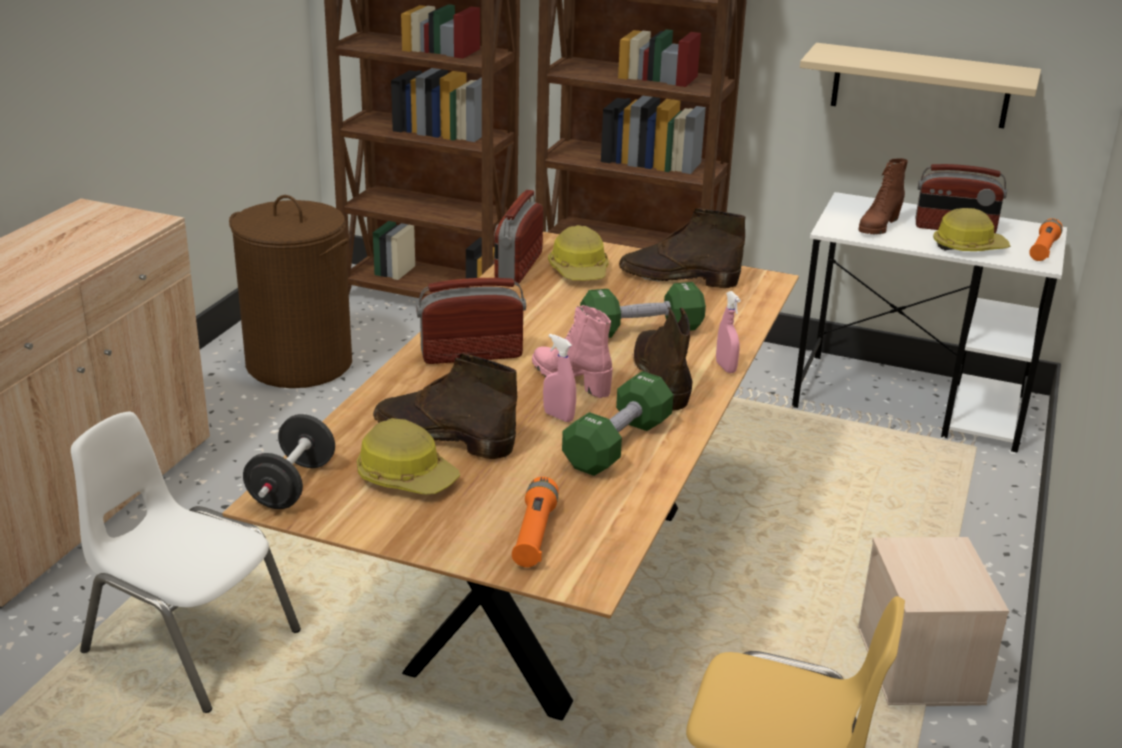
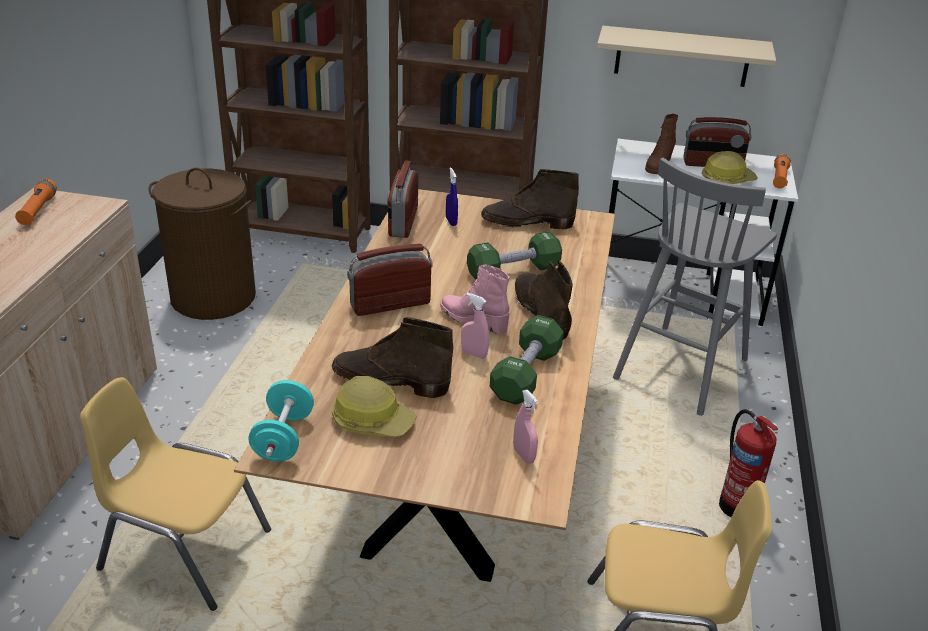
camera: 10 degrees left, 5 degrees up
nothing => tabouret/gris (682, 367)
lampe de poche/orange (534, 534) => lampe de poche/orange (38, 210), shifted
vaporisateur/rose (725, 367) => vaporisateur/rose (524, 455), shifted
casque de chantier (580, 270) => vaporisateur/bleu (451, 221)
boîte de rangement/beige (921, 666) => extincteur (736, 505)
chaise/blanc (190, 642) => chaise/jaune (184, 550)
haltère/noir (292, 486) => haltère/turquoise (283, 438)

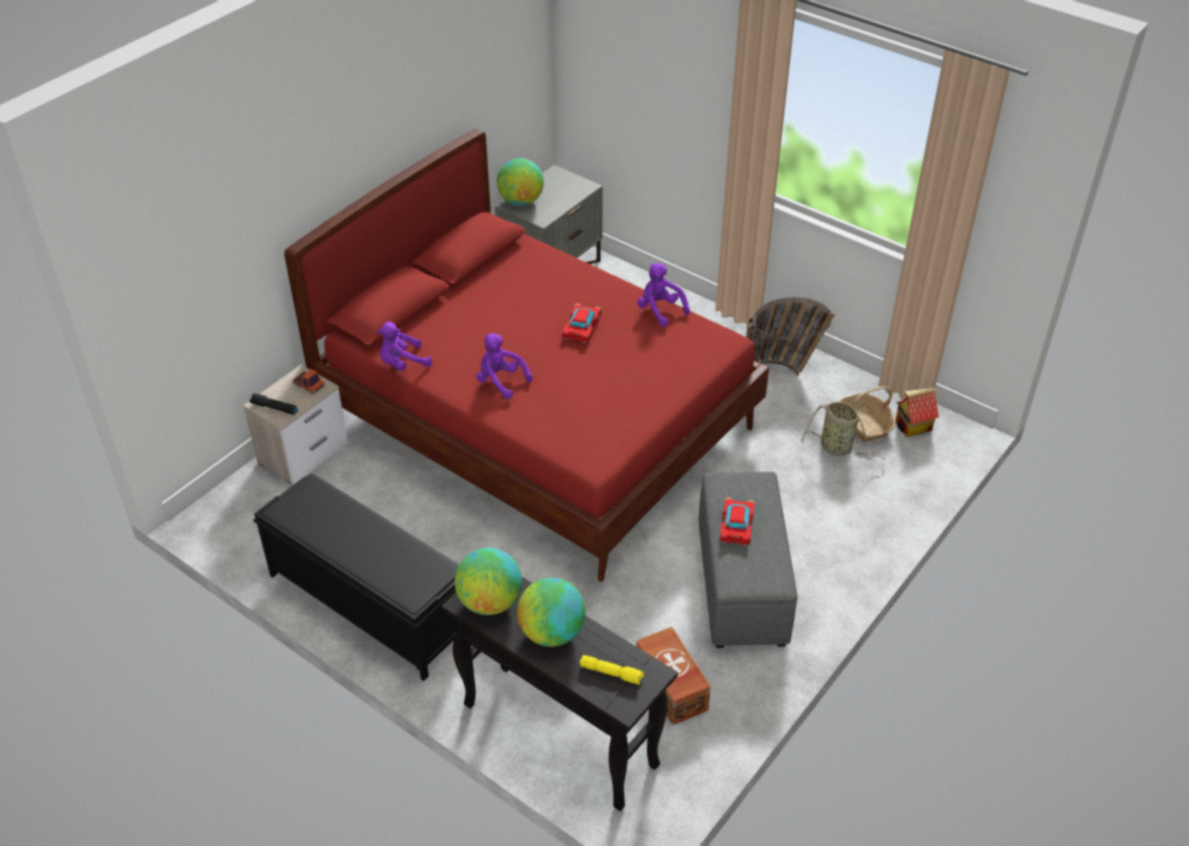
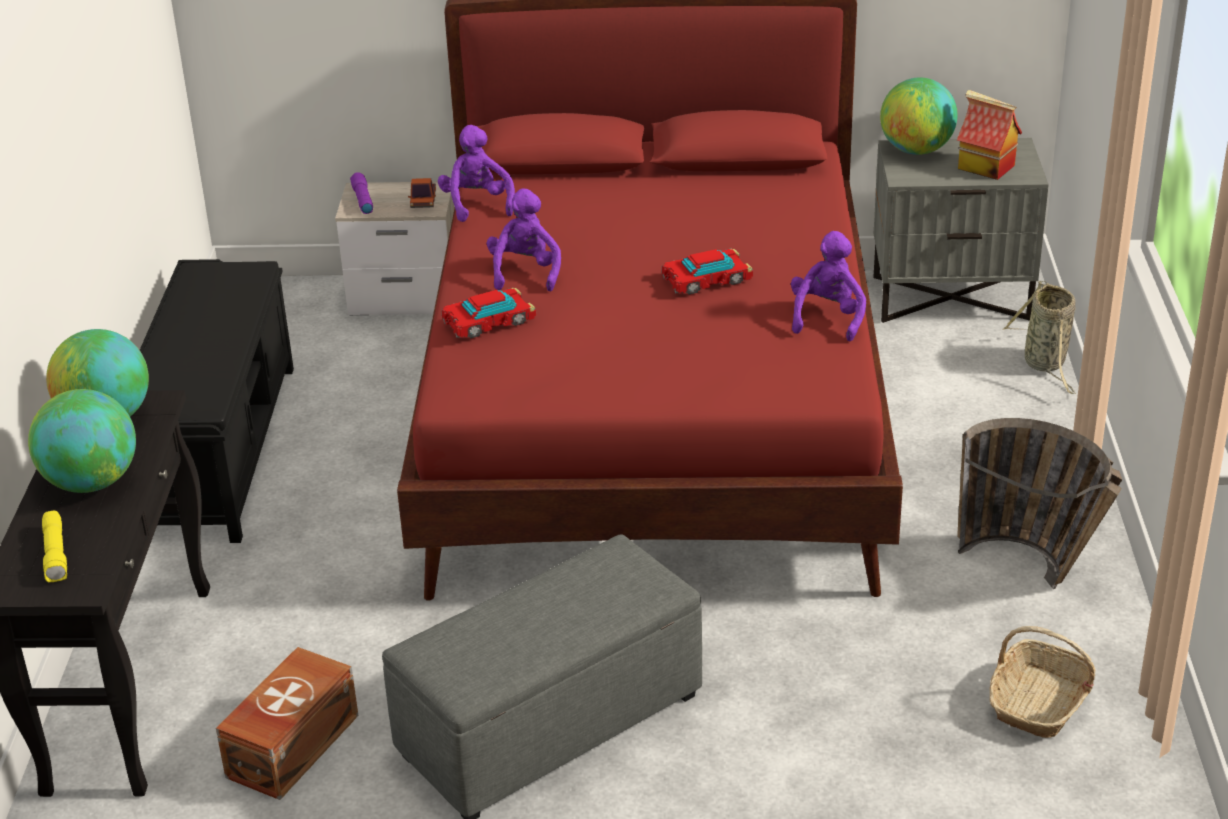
camera: 55 degrees right, 10 degrees down
petite voiture (736, 525) => petite voiture (488, 321), shifted
panier (838, 449) => panier (1045, 364), shifted
maison miniature (913, 426) => maison miniature (985, 167), shifted
lampe de poche/noir (274, 408) => lampe de poche/violet (362, 200)
peluche/violet (402, 364) => peluche/violet (477, 204), 45 degrees clockwise

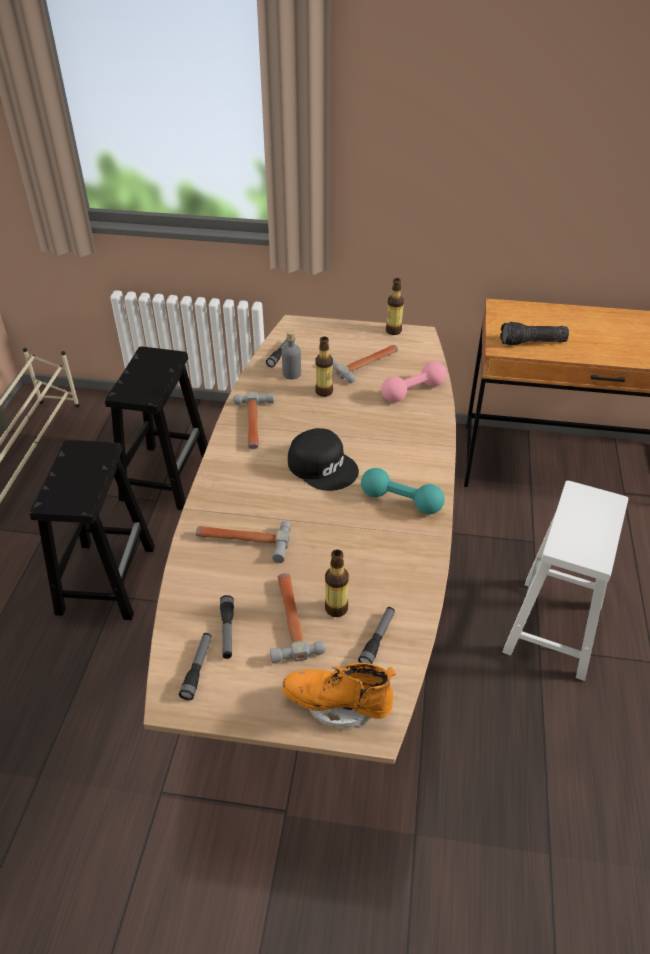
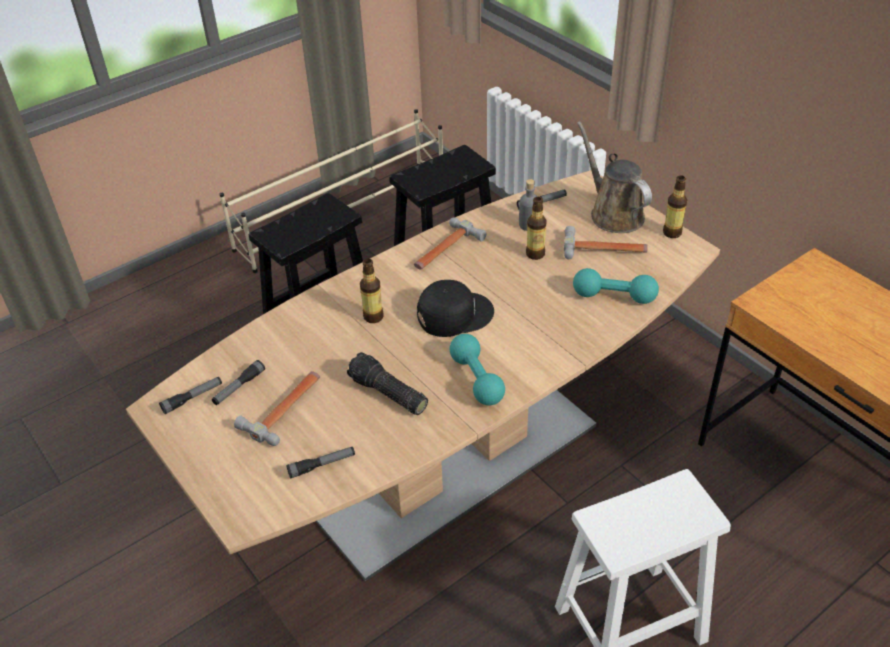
camera: 45 degrees right, 0 degrees up
marteau (242, 541) => nothing
botte/orange (337, 704) => nothing
nothing => arrosoir/marron (613, 213)
bouteille (336, 608) => bouteille (373, 317), shifted
lampe de poche (532, 343) => lampe de poche (387, 394), shifted
haltère/rose (413, 391) => haltère/turquoise (614, 296)
casquette/noir (323, 466) => casquette/noir (454, 314), 105 degrees counterclockwise

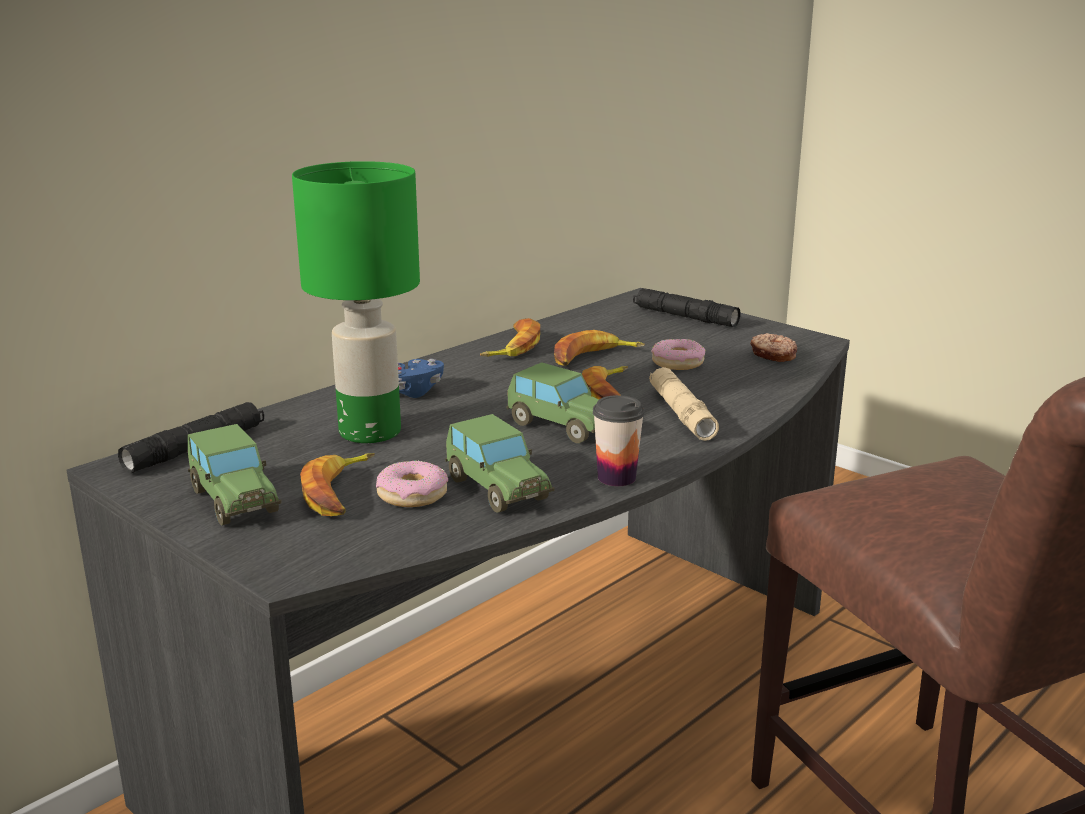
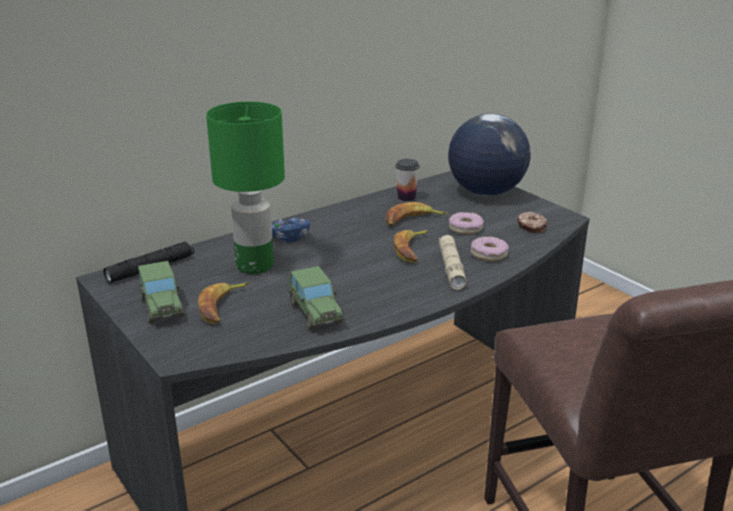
camera: 10 degrees right, 5 degrees up
banane (513, 347) => nothing
petite voiture (561, 426) => nothing
beignet (412, 494) => beignet (488, 254), shifted
tasse (616, 478) => tasse (406, 197), shifted
lampe de poche/noir (685, 317) => globe (486, 192)

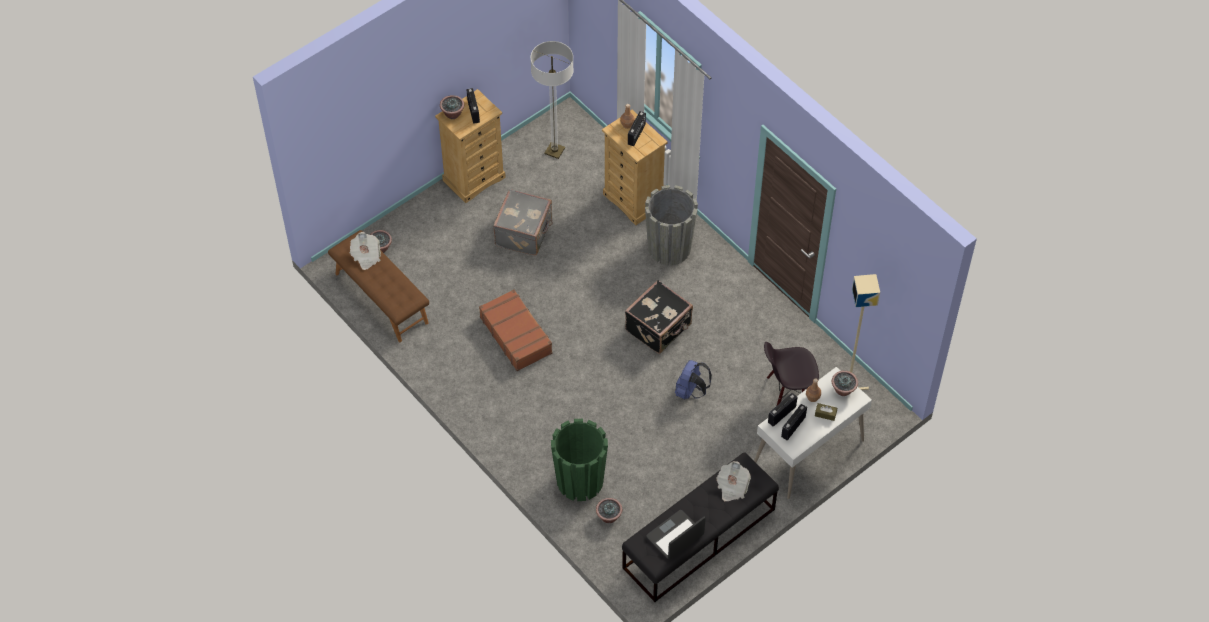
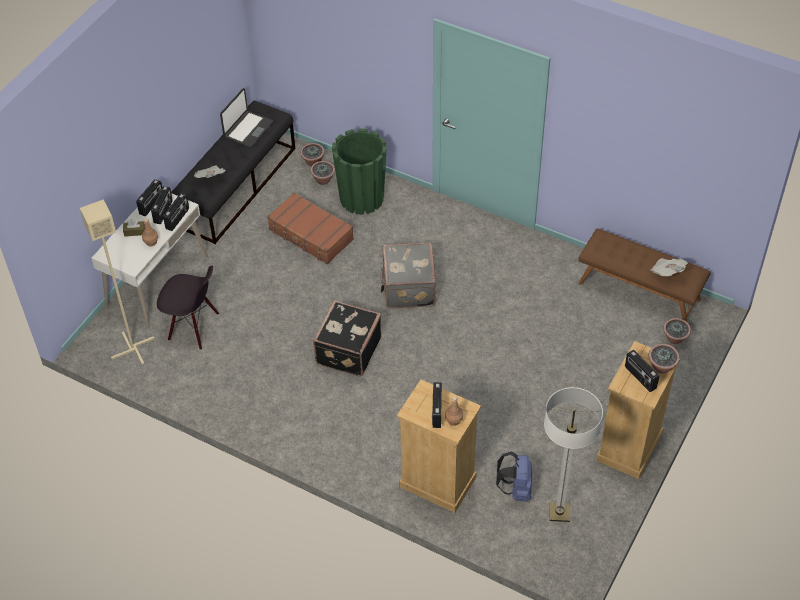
camera: 160 degrees right, 5 degrees down
cache-pot/gris (669, 247) => nothing
nothing => radio (152, 204)
valise/marron (516, 335) => valise/marron (311, 235), shifted
valise/gris (524, 233) => valise/gris (407, 288), shifted
sac à dos/bleu (691, 391) => sac à dos/bleu (516, 489), shifted
plante en pot (843, 390) => plante en pot (313, 162), shifted
chaise/noir (787, 394) => chaise/noir (193, 327), 45 degrees clockwise

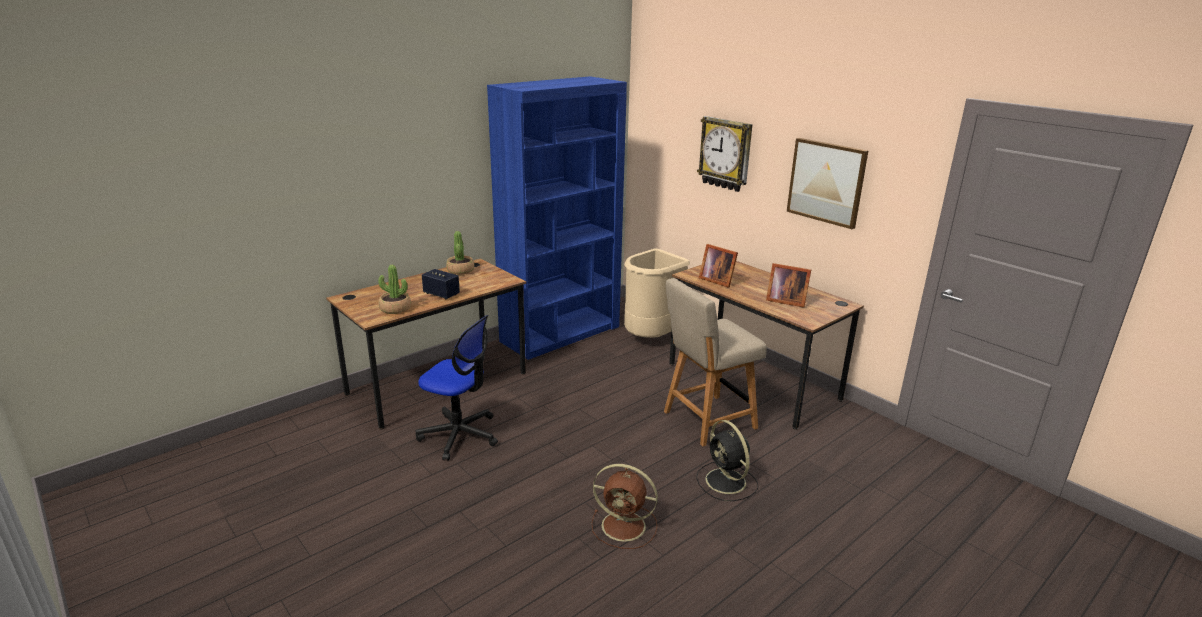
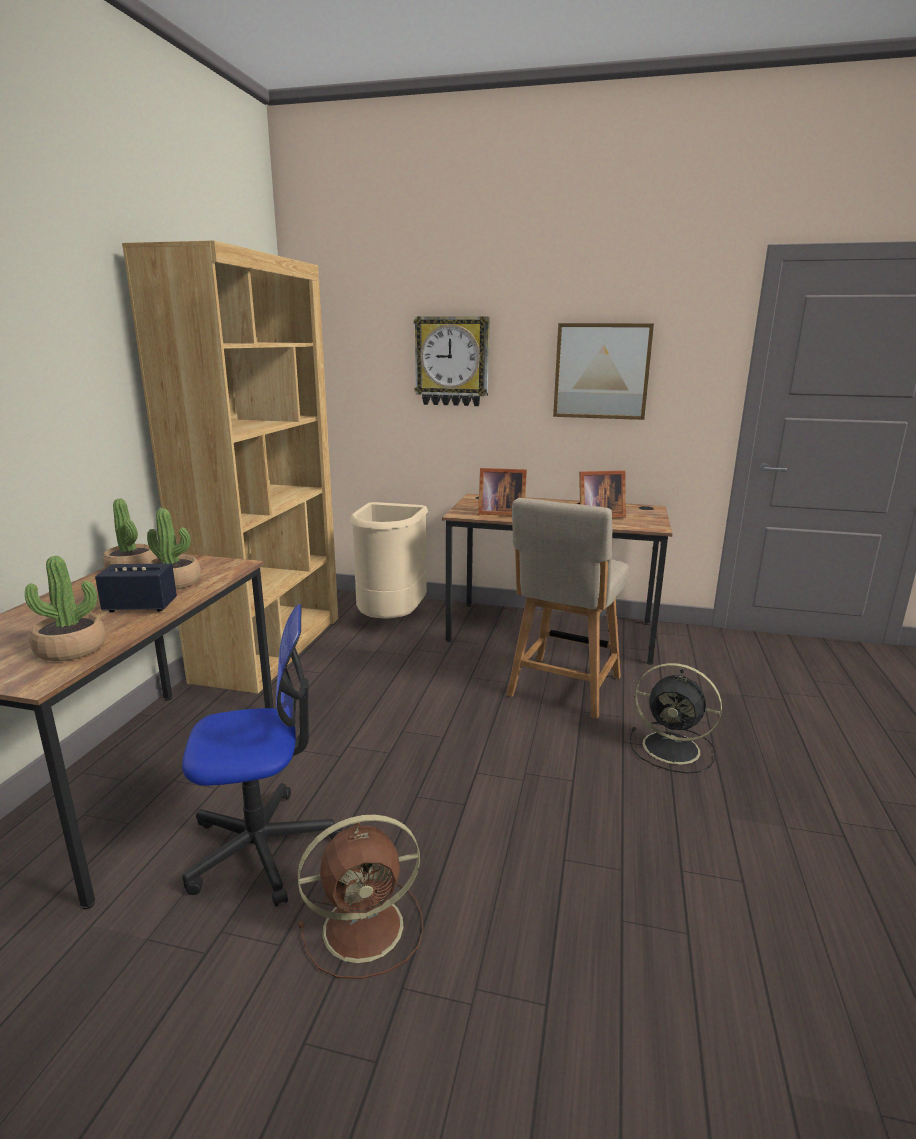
camera: 35 degrees left, 5 degrees down
nothing => plante en pot (175, 582)
ventilateur/marron (625, 526) => ventilateur/marron (367, 926), shifted
bibliothèque/bleu (561, 334) => bibliothèque/marron (270, 647)

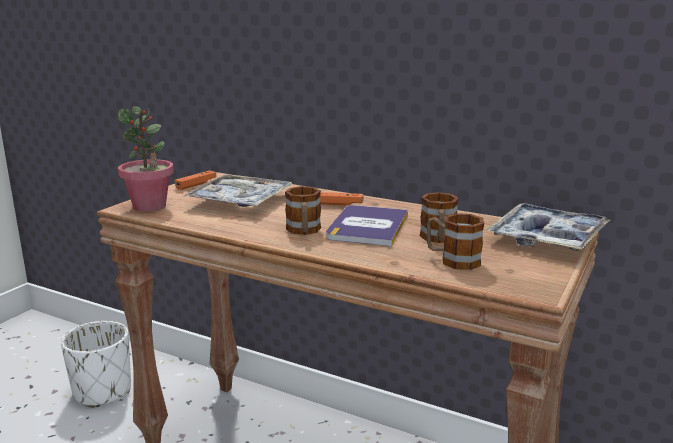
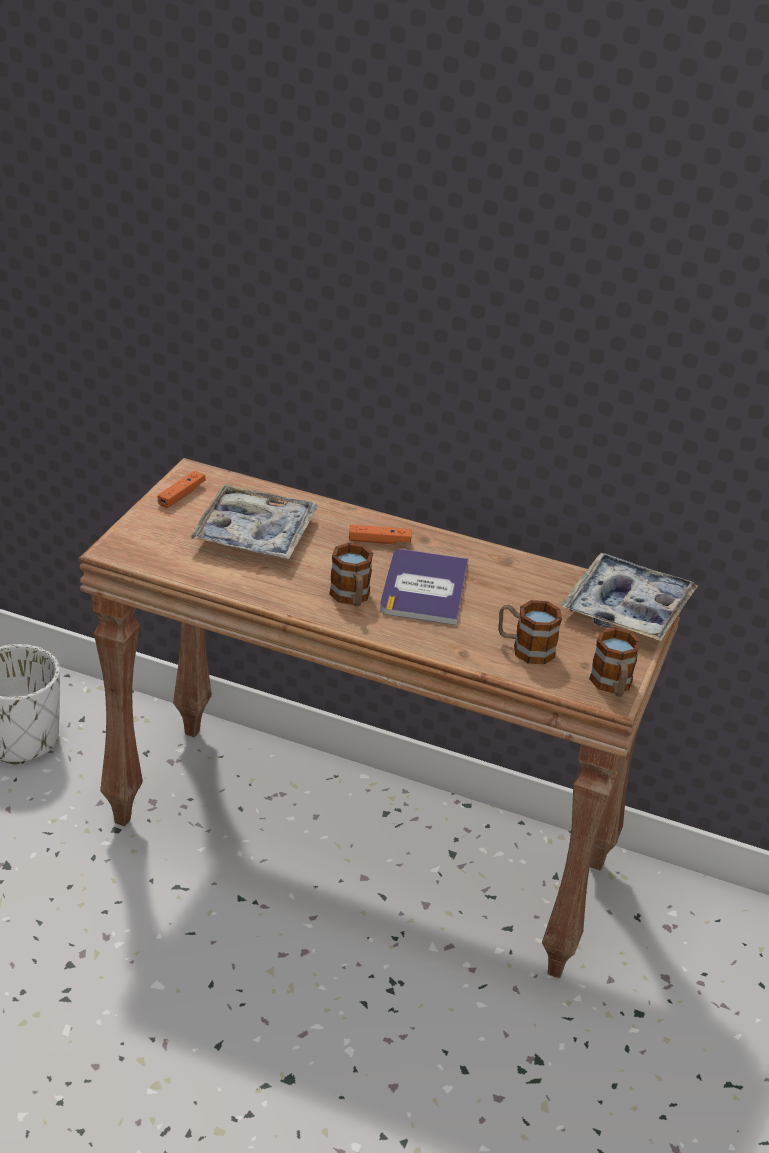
camera: 10 degrees left, 15 degrees up
plante en pot (150, 206) => nothing
mug (438, 239) => mug (612, 686), shifted

